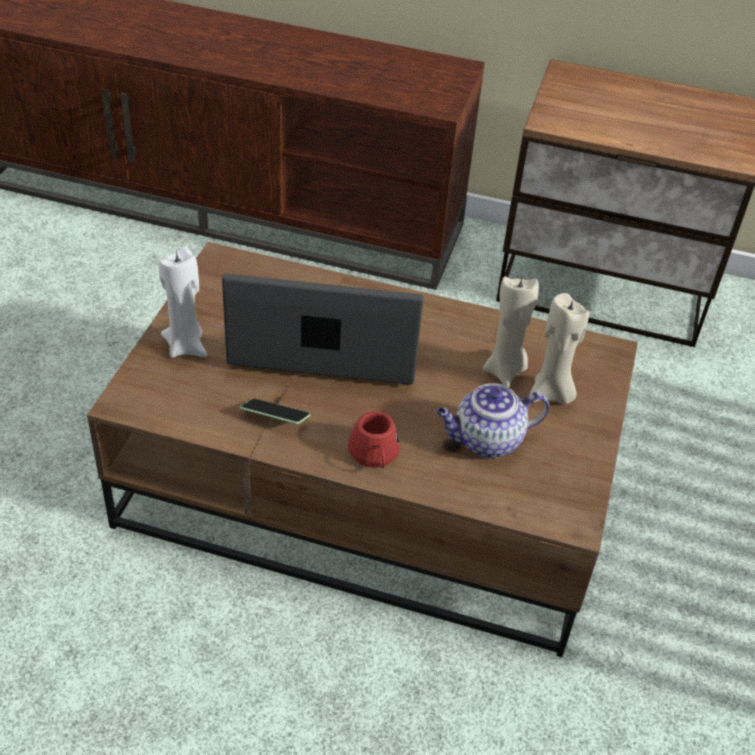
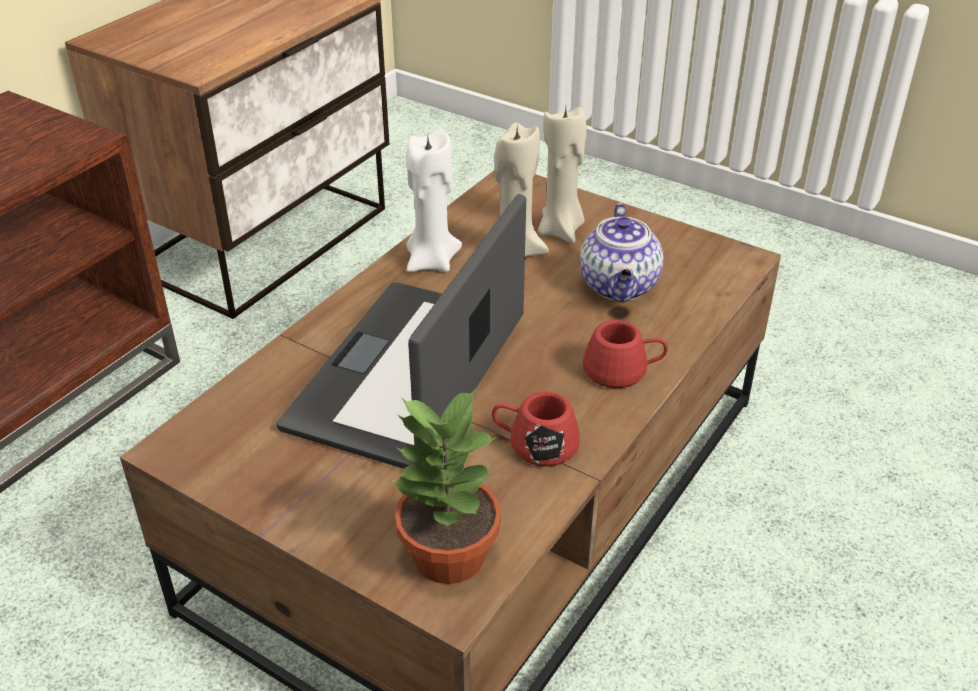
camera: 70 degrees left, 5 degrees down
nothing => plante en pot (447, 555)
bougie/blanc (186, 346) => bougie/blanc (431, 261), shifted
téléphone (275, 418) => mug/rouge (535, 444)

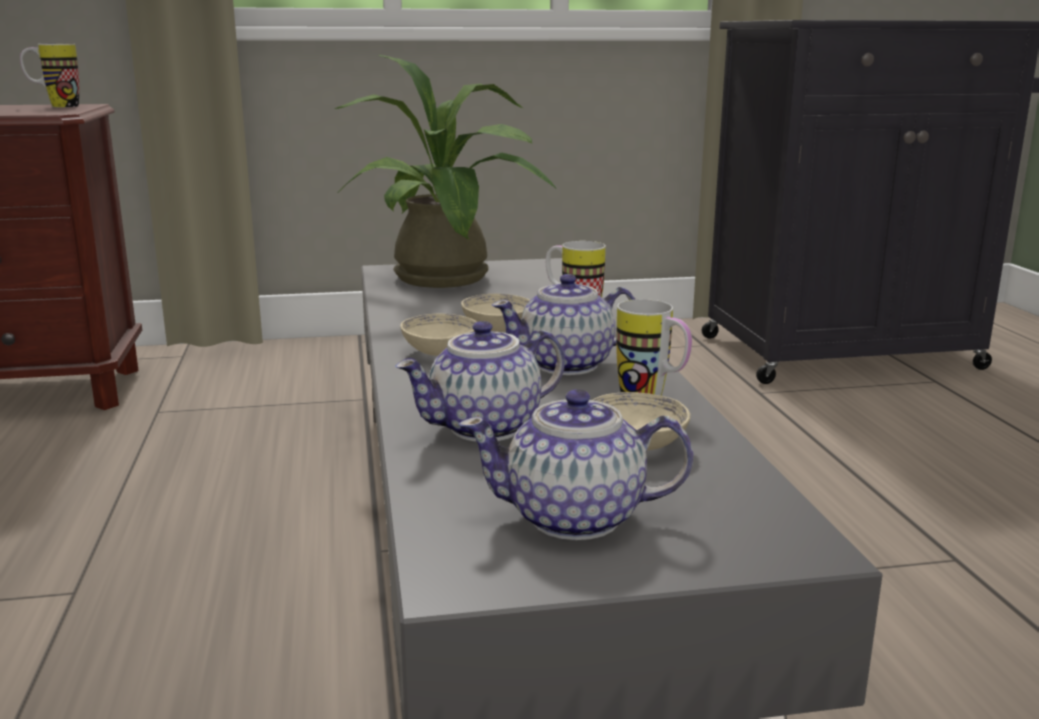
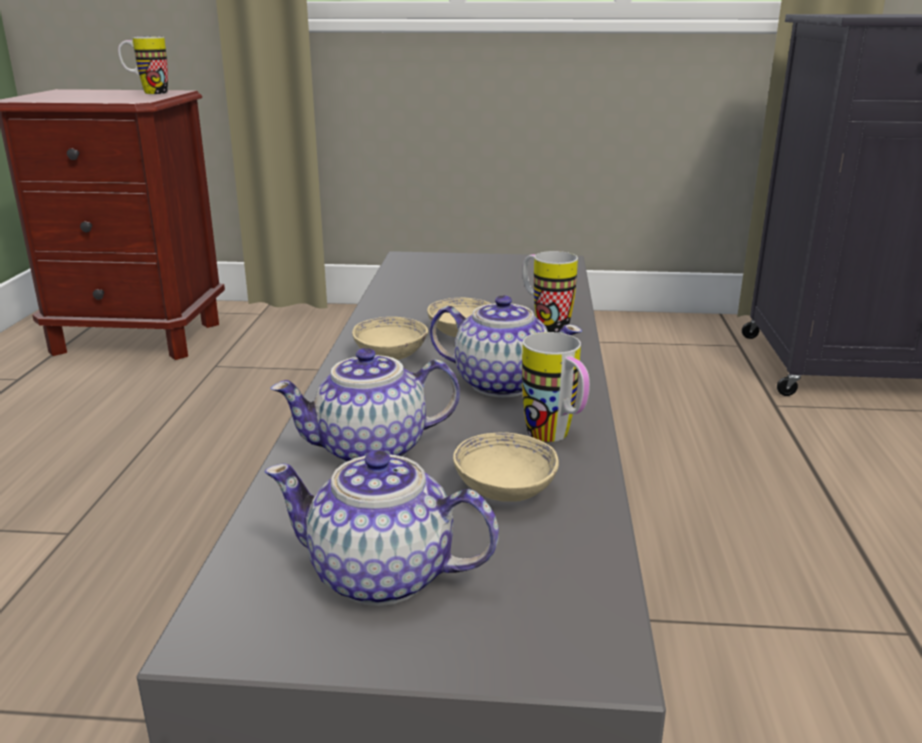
camera: 15 degrees right, 5 degrees up
plante en pot (446, 281) => nothing
théière (567, 365) => théière (501, 383), 150 degrees counterclockwise

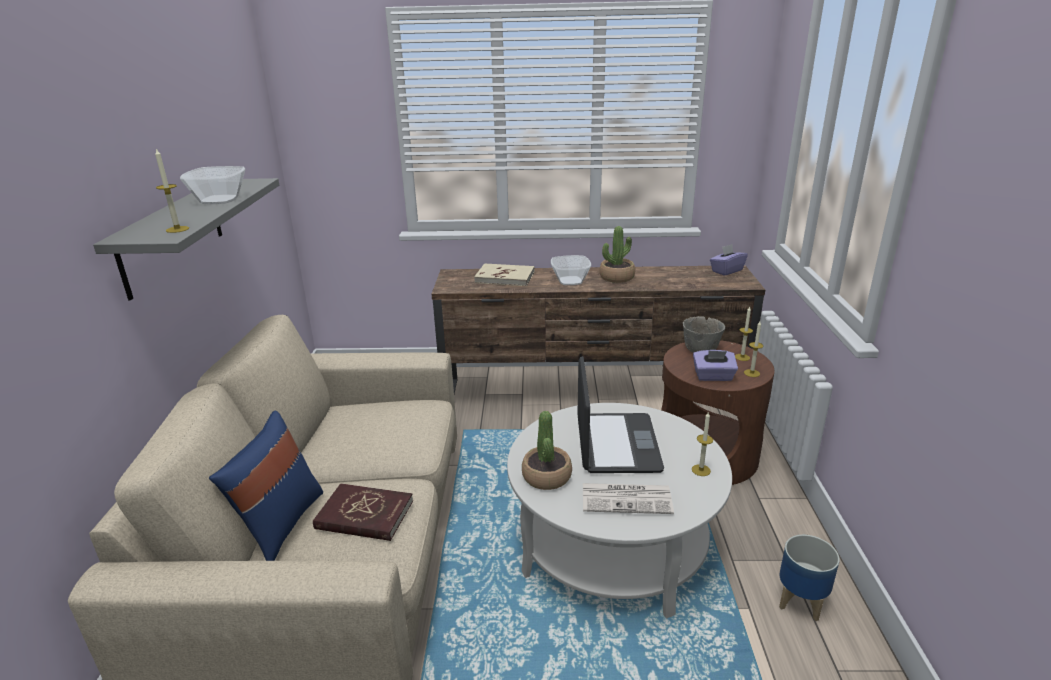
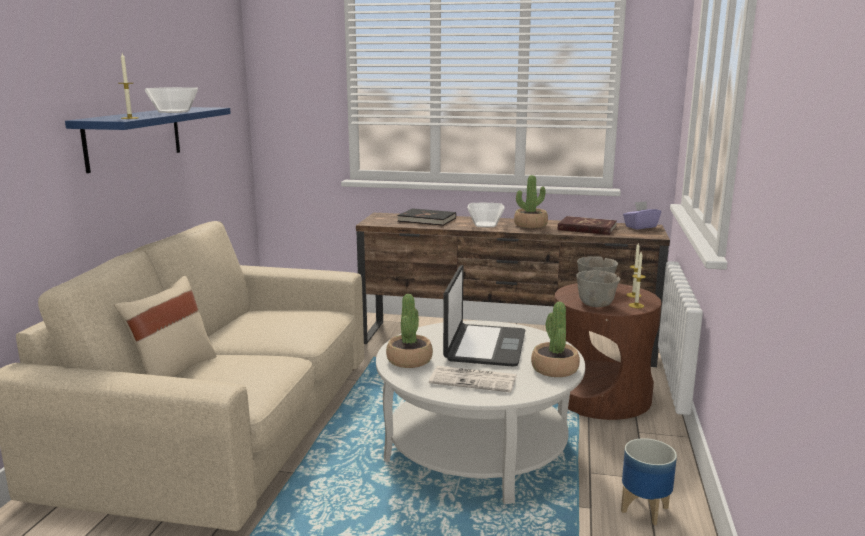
camera: 10 degrees right, 10 degrees down
livre/rouge (364, 515) => livre/rouge (587, 228), shifted
bougie (701, 470) => plante en pot (554, 369)
boîte à mouchoirs/violet (713, 376) => bol/gris (596, 305)
étagère/gris (172, 235) => étagère/bleu (134, 137)
coussin/bleu (280, 524) => coussin/beige (172, 372)
livre/beige (505, 277) => livre/noir (427, 220)

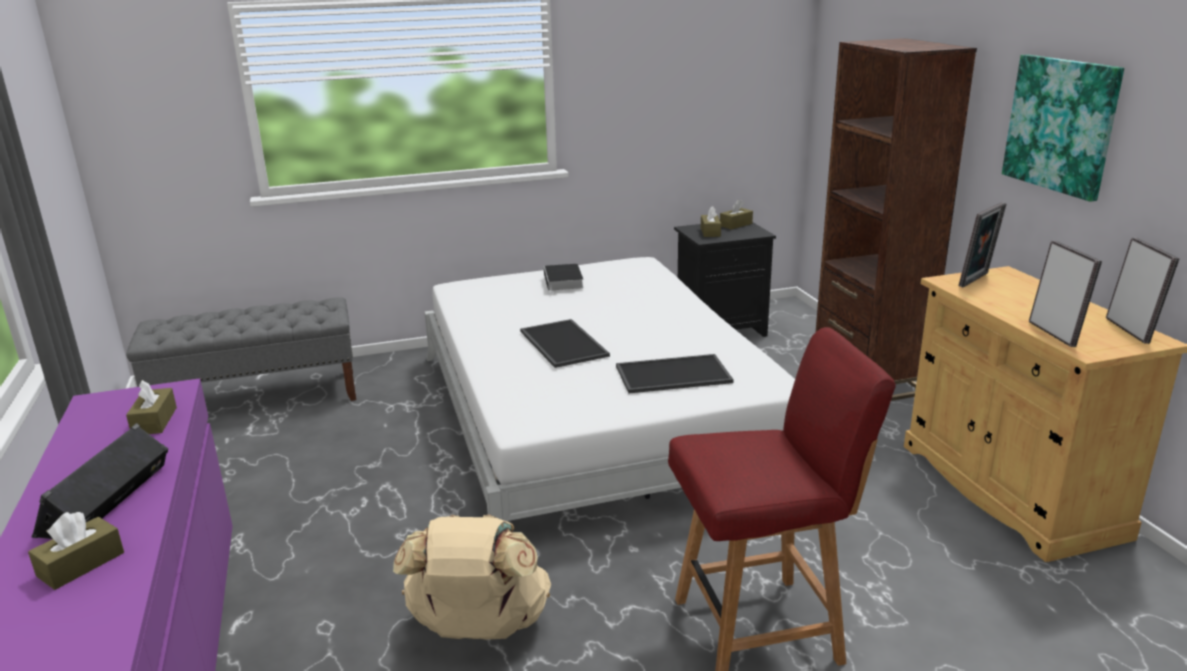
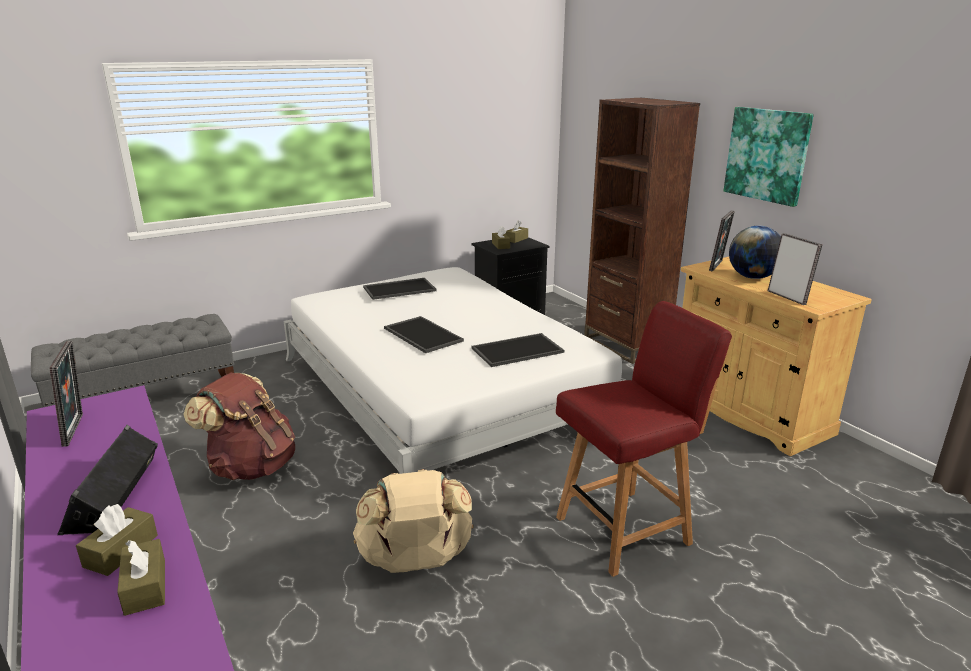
camera: 15 degrees left, 0 degrees up
nothing => sac à dos/marron (251, 466)
nothing => globe (753, 277)
boîte à mouchoirs/marron (154, 421) => boîte à mouchoirs/marron (145, 587), shifted
cadre photo (1131, 330) => cadre photo (77, 429), shifted
livre (564, 281) => plateau (400, 288)

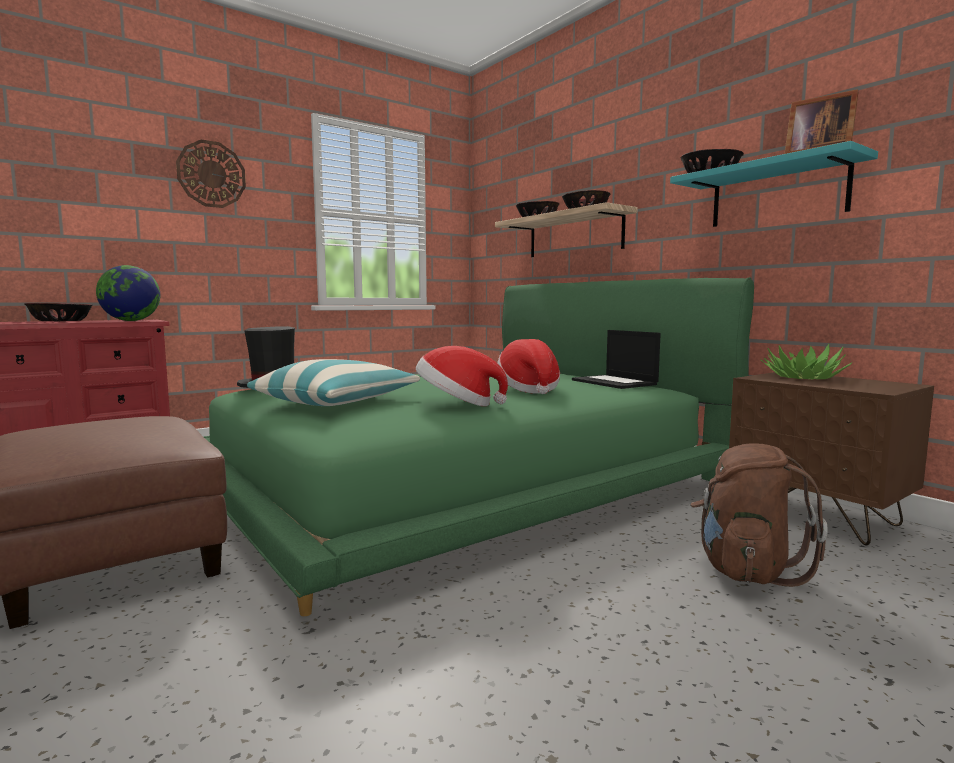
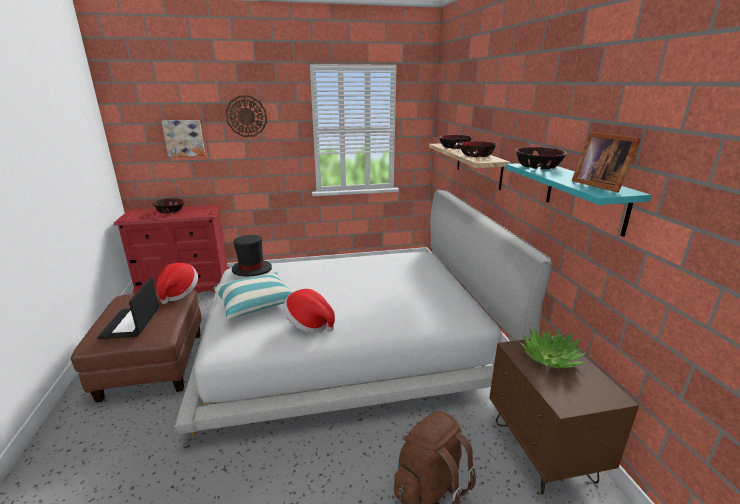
camera: 25 degrees right, 15 degrees up
globe (131, 321) => nothing
nothing => tableau (184, 138)
chapeau (528, 389) => chapeau (178, 293), shifted
ordinateur portable (615, 382) => ordinateur portable (131, 323), shifted
lit/vert (463, 482) => lit/blanc (350, 342)

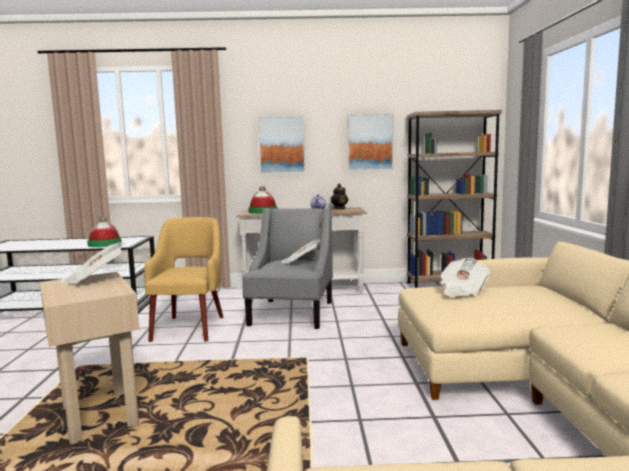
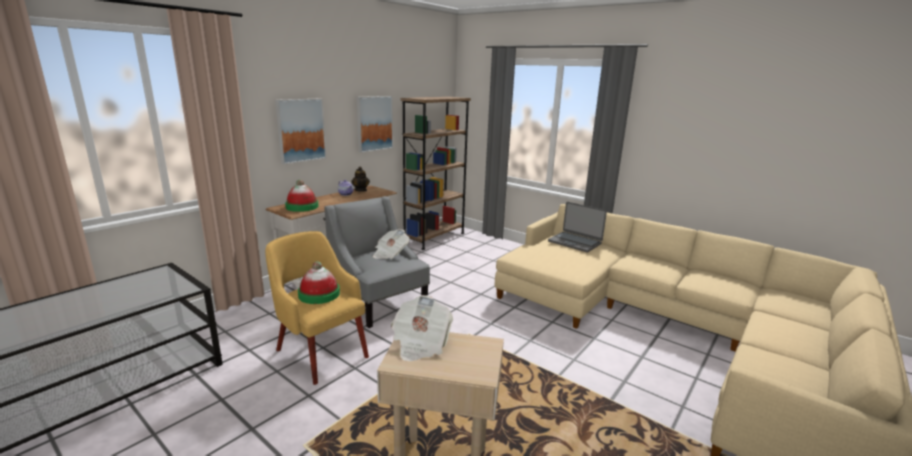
camera: 50 degrees left, 10 degrees up
journal (463, 291) => nothing
nothing => ordinateur portable (575, 242)
chapeau (104, 244) => chapeau (319, 294), shifted

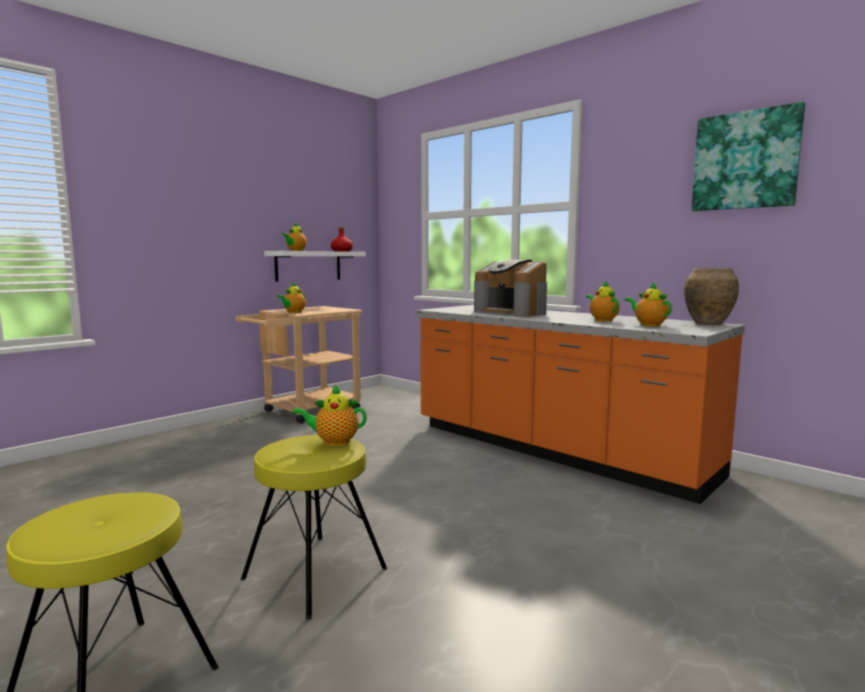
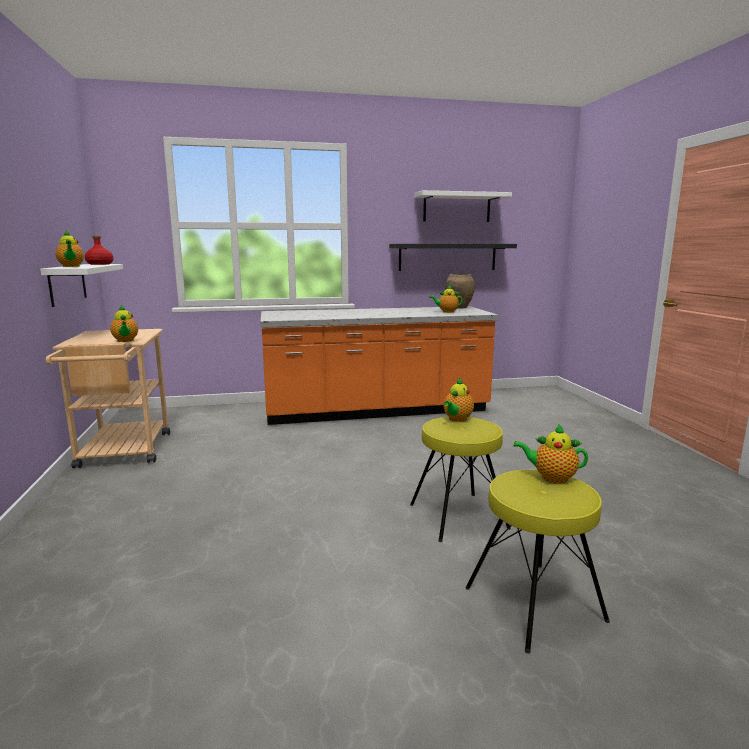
camera: 55 degrees left, 5 degrees up
machine à café (511, 312) => nothing
nothing => étagère/noir (447, 257)
théière (602, 320) => théière (551, 478), shifted
tableau (745, 160) => étagère/blanc (456, 208)

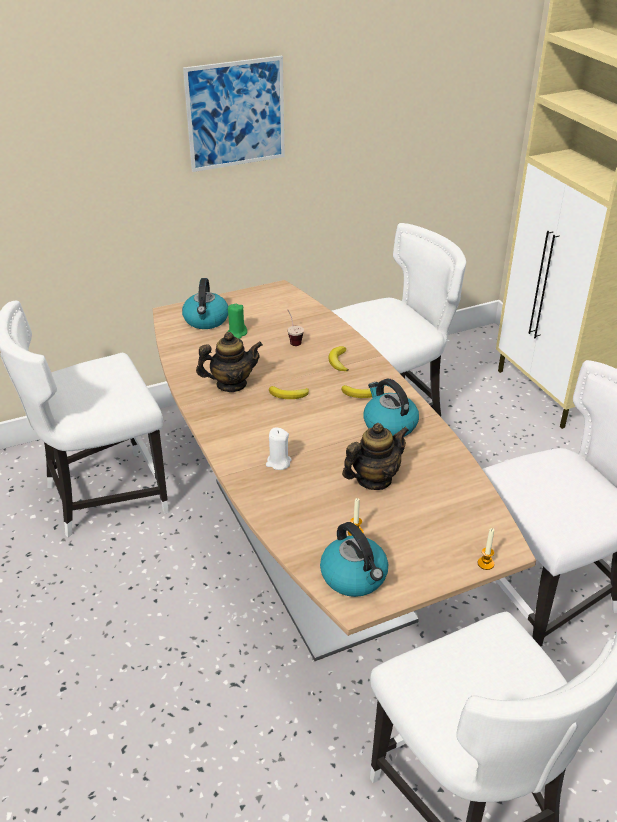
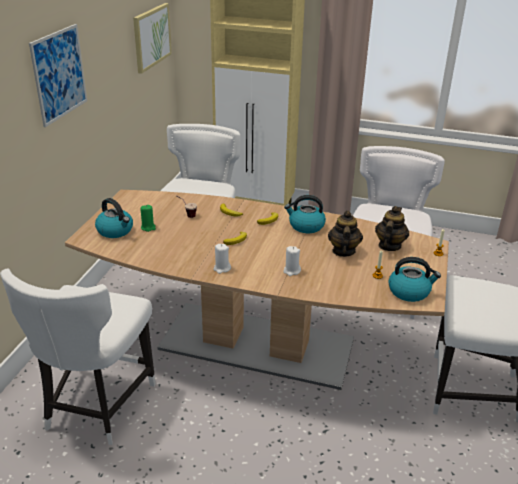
camera: 50 degrees left, 5 degrees down
nothing => tableau (151, 37)
nothing => bougie/blanc (222, 268)
théière (231, 384) => théière (389, 246), shifted

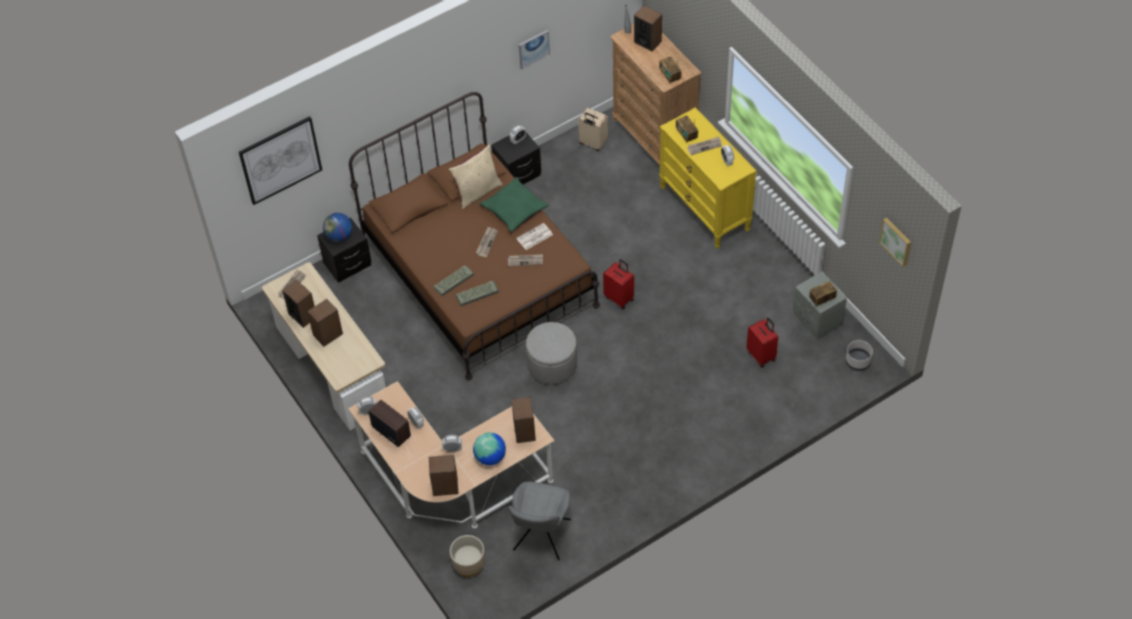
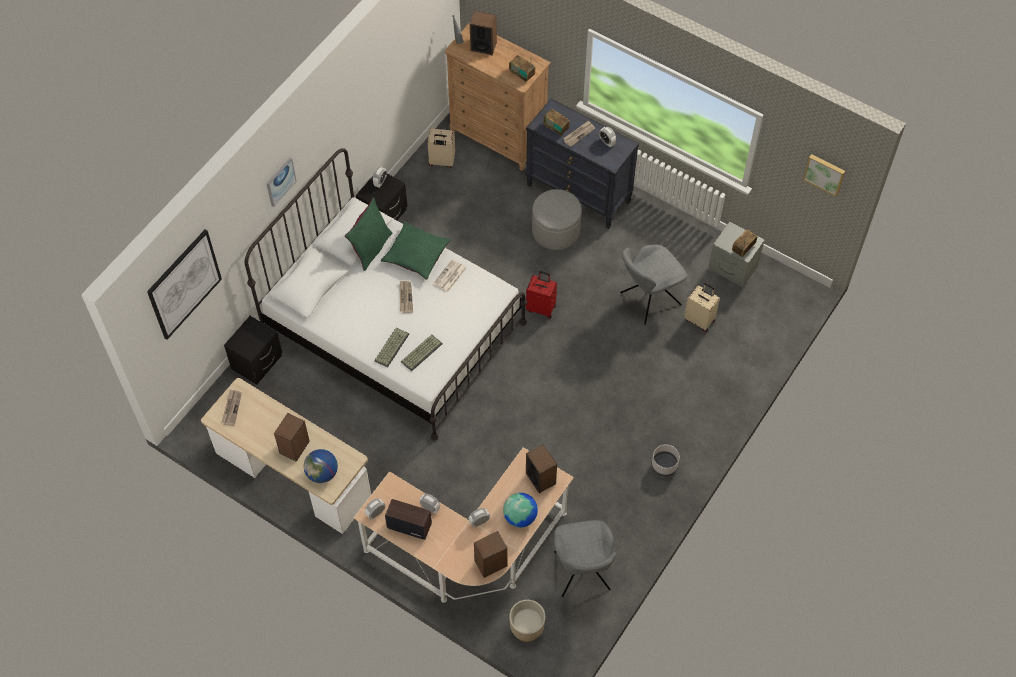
camera: 25 degrees left, 5 degrees up
enceinte (303, 315) => nothing
journal (525, 260) => nothing
nothing => chaise/gris (648, 299)
globe (339, 236) => globe (322, 473), shifted
tableau (533, 49) => tableau (280, 181), shifted
pouf/gris (552, 364) => pouf/gris (556, 231), shifted
cache-pot/gris (857, 362) => cache-pot/gris (664, 466), shifted
lit/marron (479, 274) => lit/blanc (394, 329)
coussin/beige (477, 192) => coussin/vert (370, 248)
commode/jaune (705, 209) => commode/noir (579, 193)
valise/rouge (761, 355) => valise/beige (700, 319)

